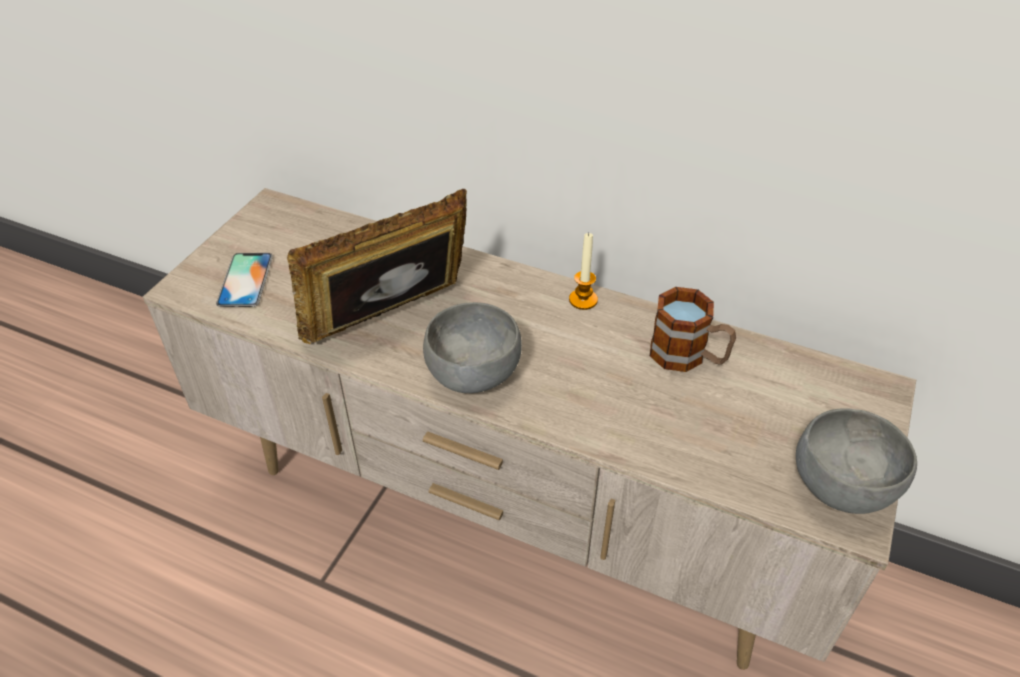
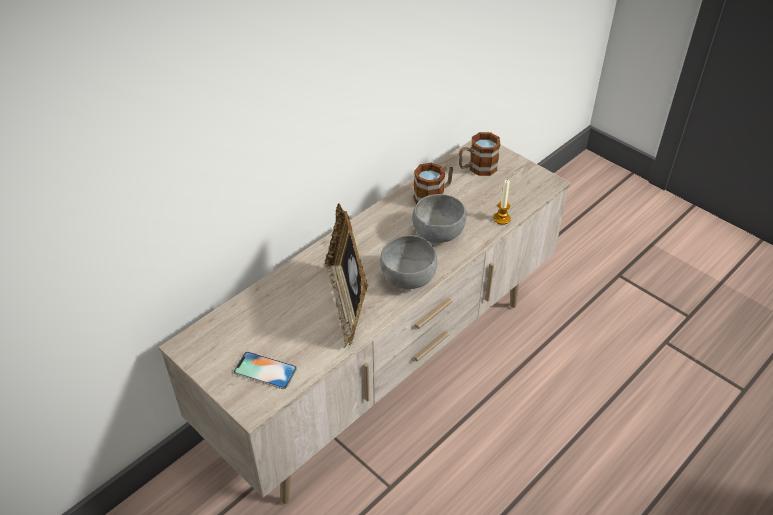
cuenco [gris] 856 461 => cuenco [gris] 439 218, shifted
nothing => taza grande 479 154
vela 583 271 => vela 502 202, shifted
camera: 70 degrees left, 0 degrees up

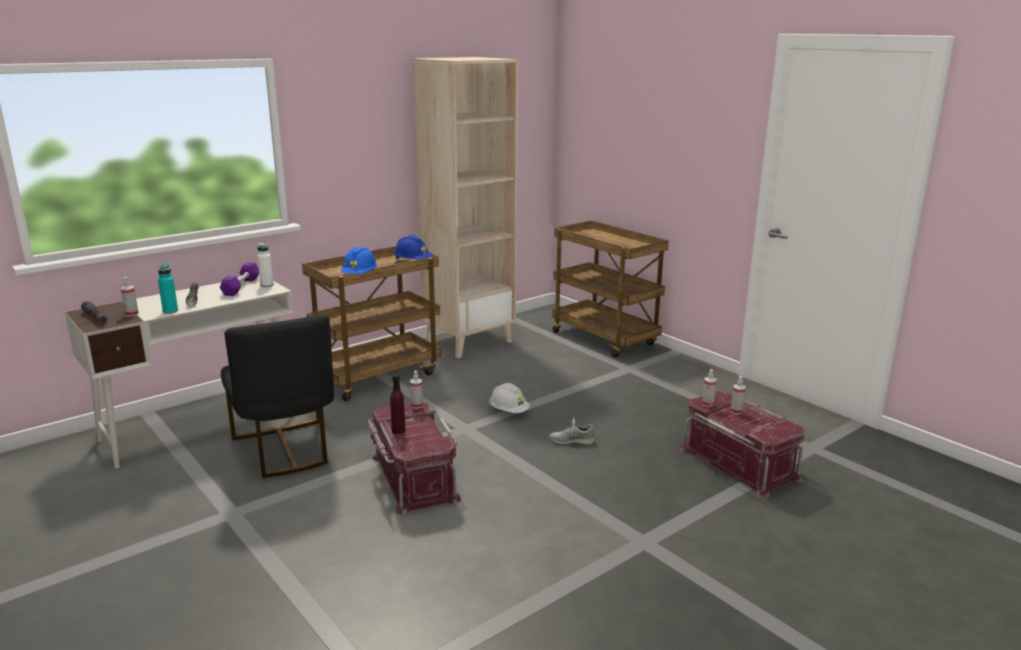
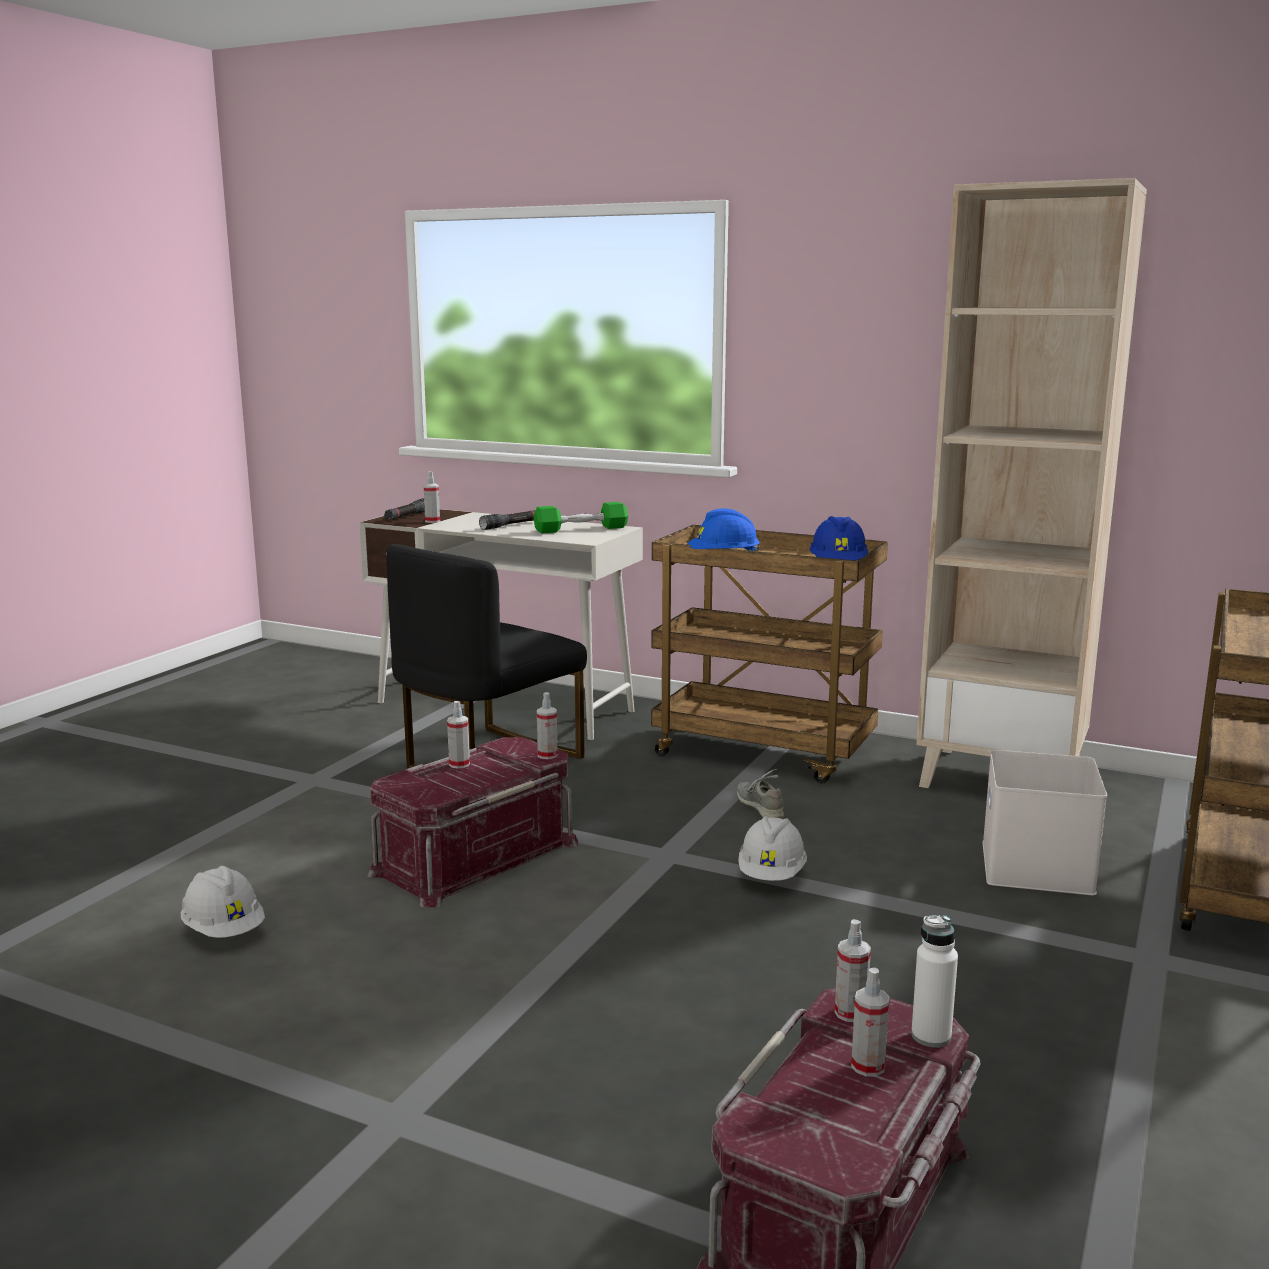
nothing => casco [blanco] 222 902
botella [morado] 397 404 => pulverizador 458 735
mancuerna [morado] 239 279 => mancuerna [verde] 581 517
zapato [gris] 571 431 => zapato [gris] 760 793, shifted
botella [blanco] 265 264 => botella [blanco] 934 981, shifted
nothing => caja de almacenaje [blanco] 1044 823
botella [turquesa] 168 289 => nothing
camera: 65 degrees right, 5 degrees down

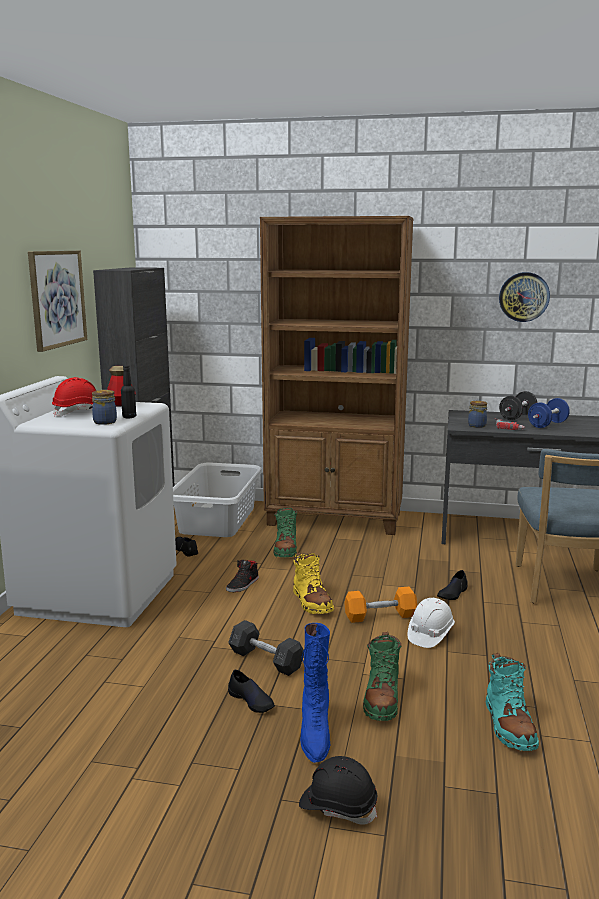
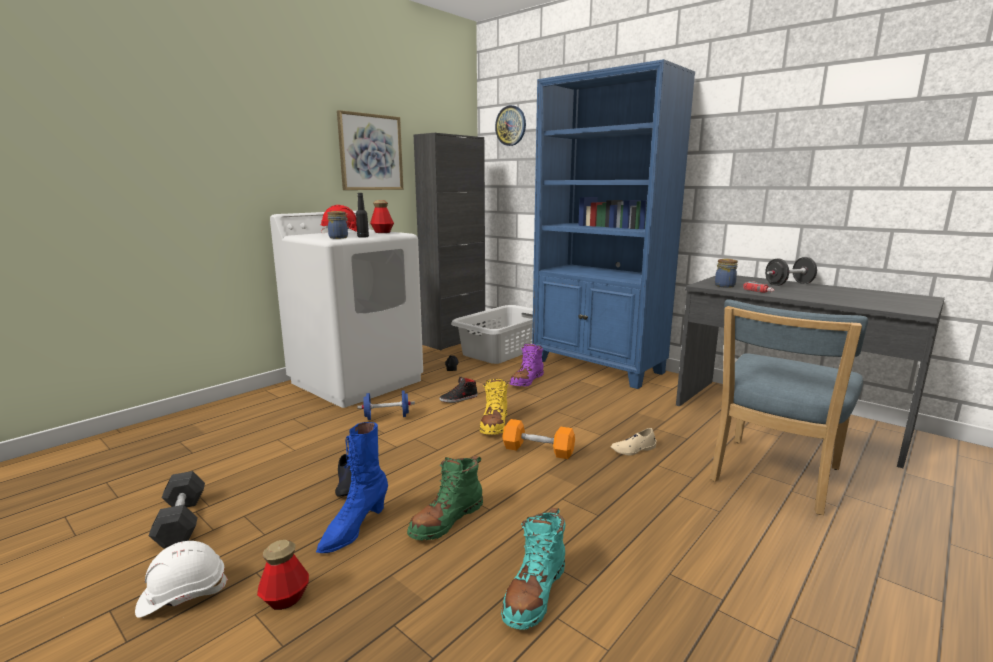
casco [blanco] 431 623 => casco [blanco] 181 579, shifted
mancuerna [gris] 266 648 => mancuerna [gris] 177 510, shifted
casco [negro] 338 790 => botella 283 575
mancuerna [azul] 549 413 => mancuerna [azul] 386 405, shifted
reloj de pared 524 297 => reloj de pared 510 125, shifted
bota [verde] 285 532 => bota [morado] 527 365
estantería [marrón] 336 375 => estantería [azul] 613 224
zapato [negro] 452 585 => zapato [beis] 633 442
camera: 30 degrees right, 0 degrees up

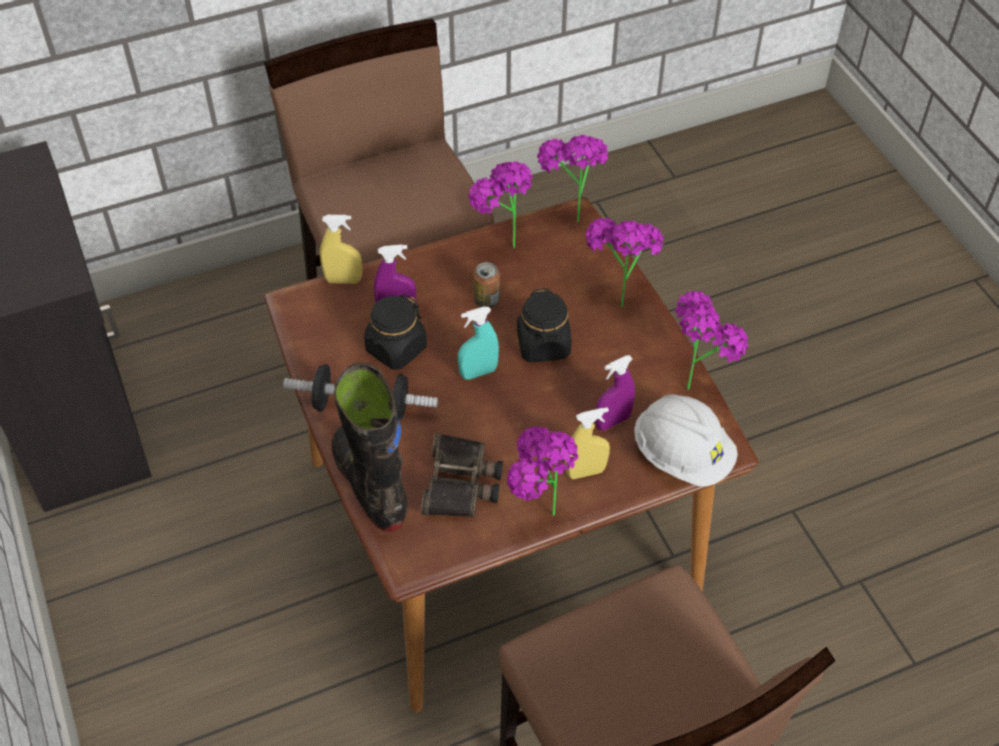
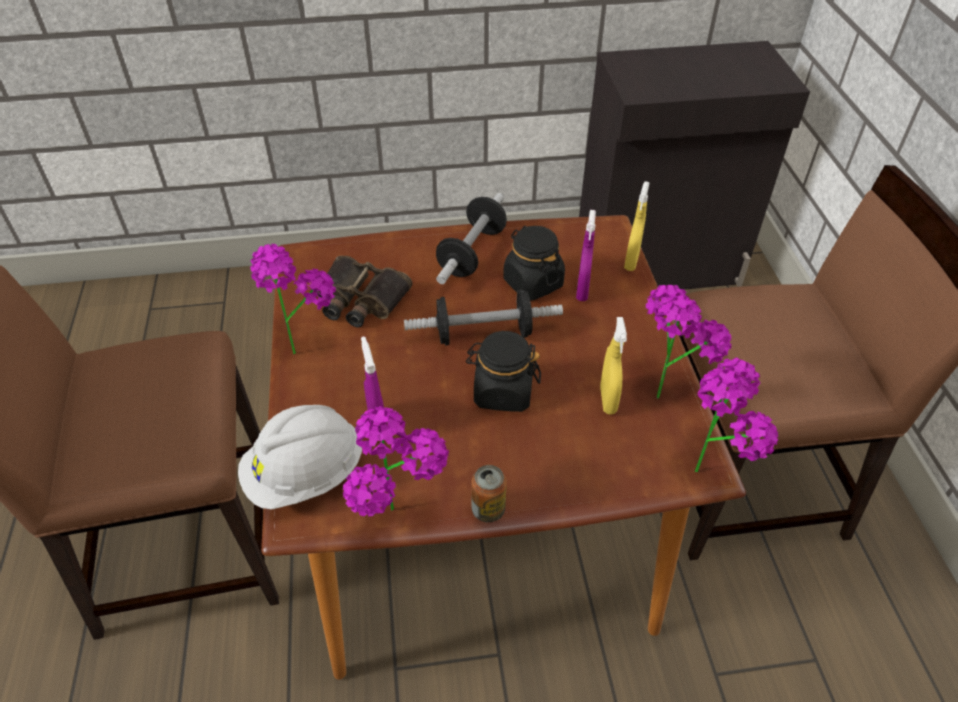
pulverizador [turquesa] 478 343 => mancuerna 483 317
lata 486 285 => lata 489 493, shifted
pulverizador [amarillo] 587 443 => pulverizador [amarillo] 613 366, shifted
bota [negro] 370 447 => nothing
planta en maceta 624 263 => nothing
camera: 105 degrees right, 5 degrees down

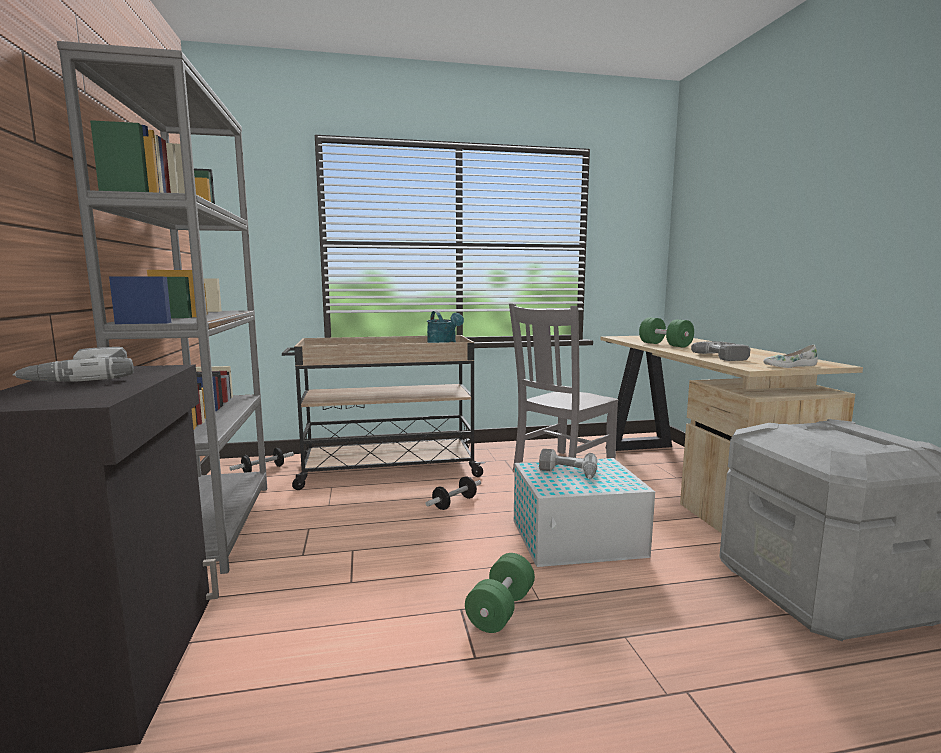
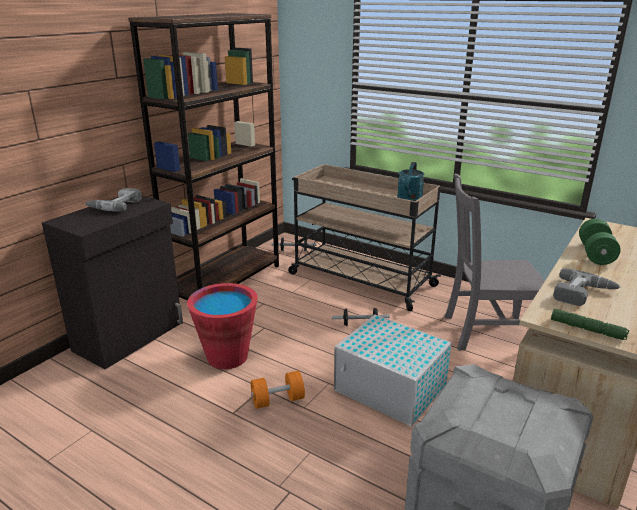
estantería [gris] 162 307 => estantería [marrón] 203 156
nothing => cubo [rojo] 222 326
mancuerna [verde] 500 593 => mancuerna [naranja] 278 390
zapato [blanco] 790 356 => linterna [verde] 590 324
taladro 568 464 => nothing
camera: 45 degrees right, 15 degrees up

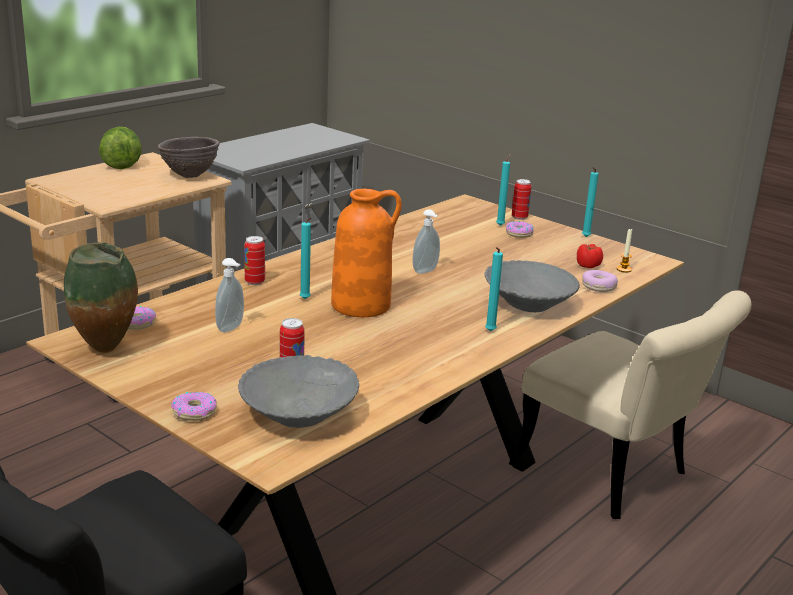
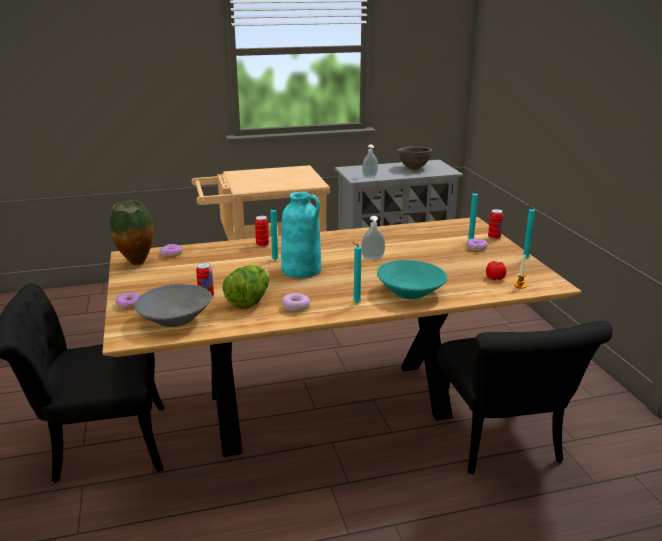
lechuga 120 148 => lechuga 246 287, shifted
florero [naranja] 366 253 => florero [turquesa] 301 235
rosquilla 600 281 => rosquilla 296 302, shifted
dispensador de jabón 229 295 => dispensador de jabón 370 161, shifted
cuenco [gris] 532 286 => cuenco [turquesa] 412 279
cuenco [marrón] 189 157 => cuenco [marrón] 414 158, shifted
silla [beis] 630 404 => silla [negro] 522 397
camera: 35 degrees right, 0 degrees up

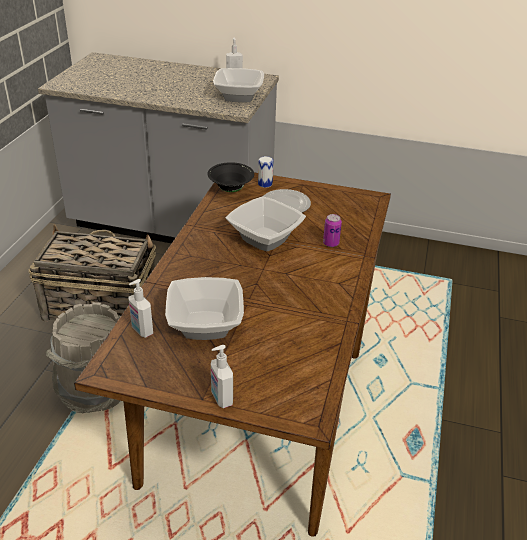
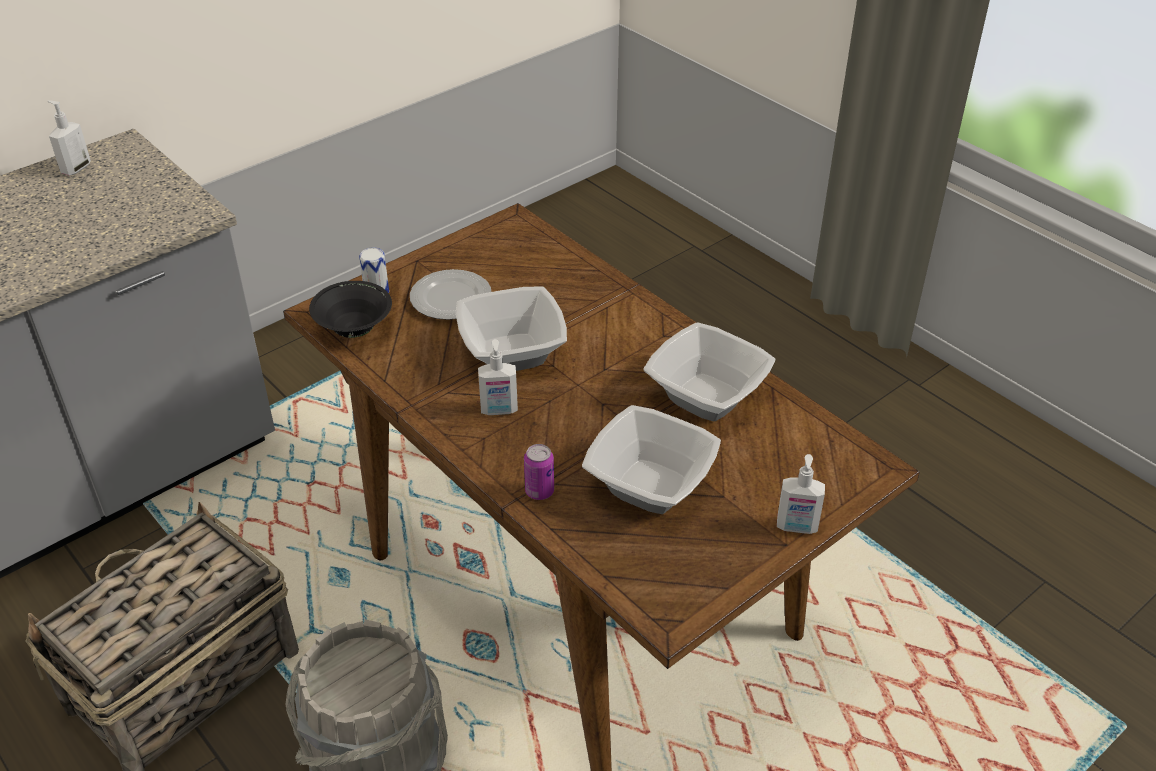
dispensador de jabón 141 308 => dispensador de jabón 498 377, shifted
lata 332 230 => lata 539 472, shifted
cuenco 238 85 => cuenco 709 371, shifted
camera: 55 degrees left, 5 degrees up

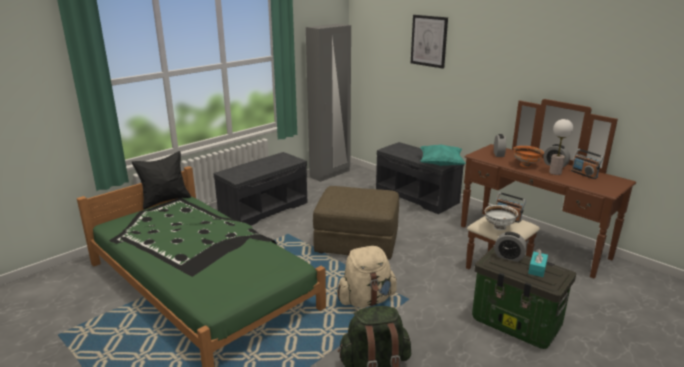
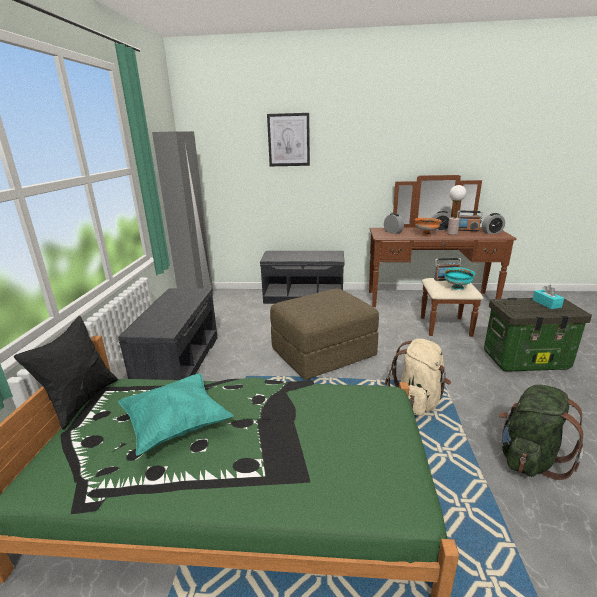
cojín [turquesa] 443 155 => cojín [turquesa] 176 414, shifted
cuenco [blanco] 501 217 => cuenco [turquesa] 459 278
despertador 510 247 => despertador 493 223, shifted
camera: 40 degrees left, 0 degrees up

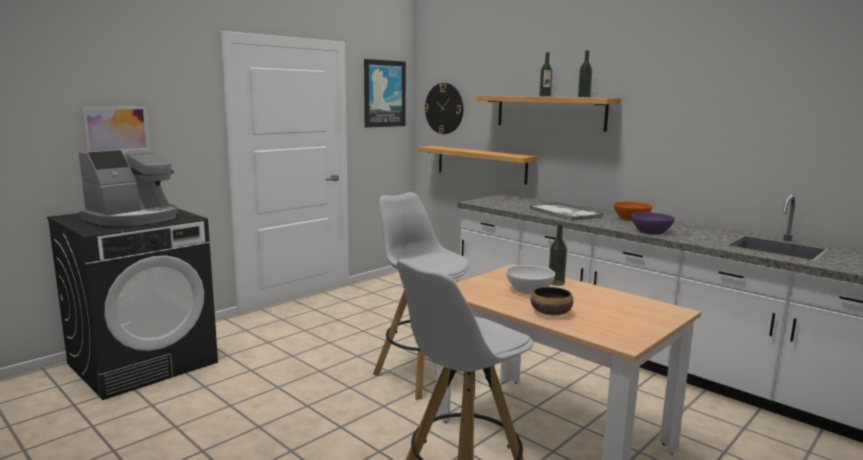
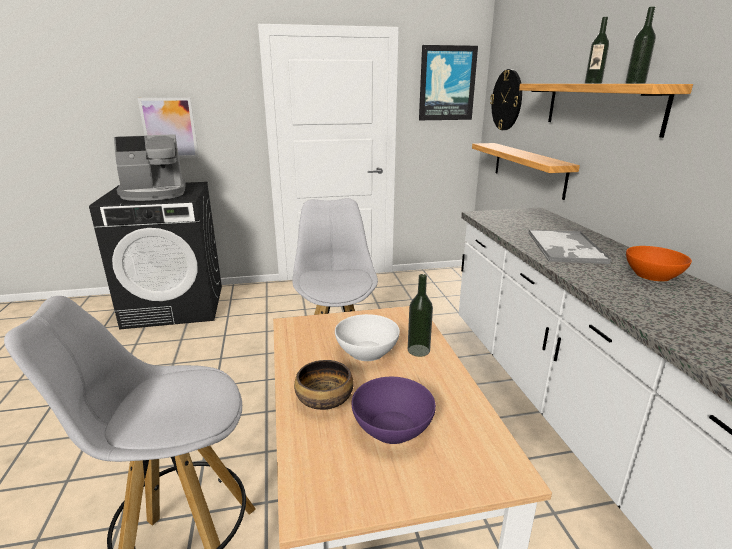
cuenco [morado] 653 223 => cuenco [morado] 393 410, shifted
camera: 35 degrees right, 10 degrees up

